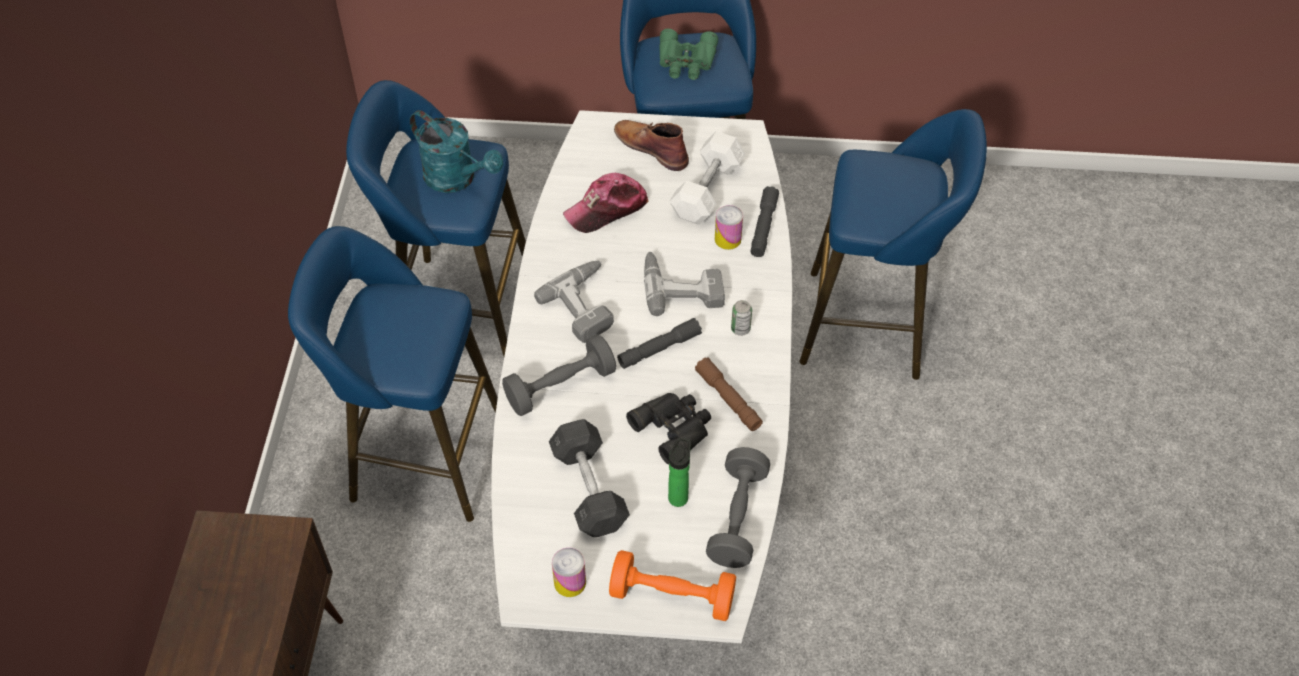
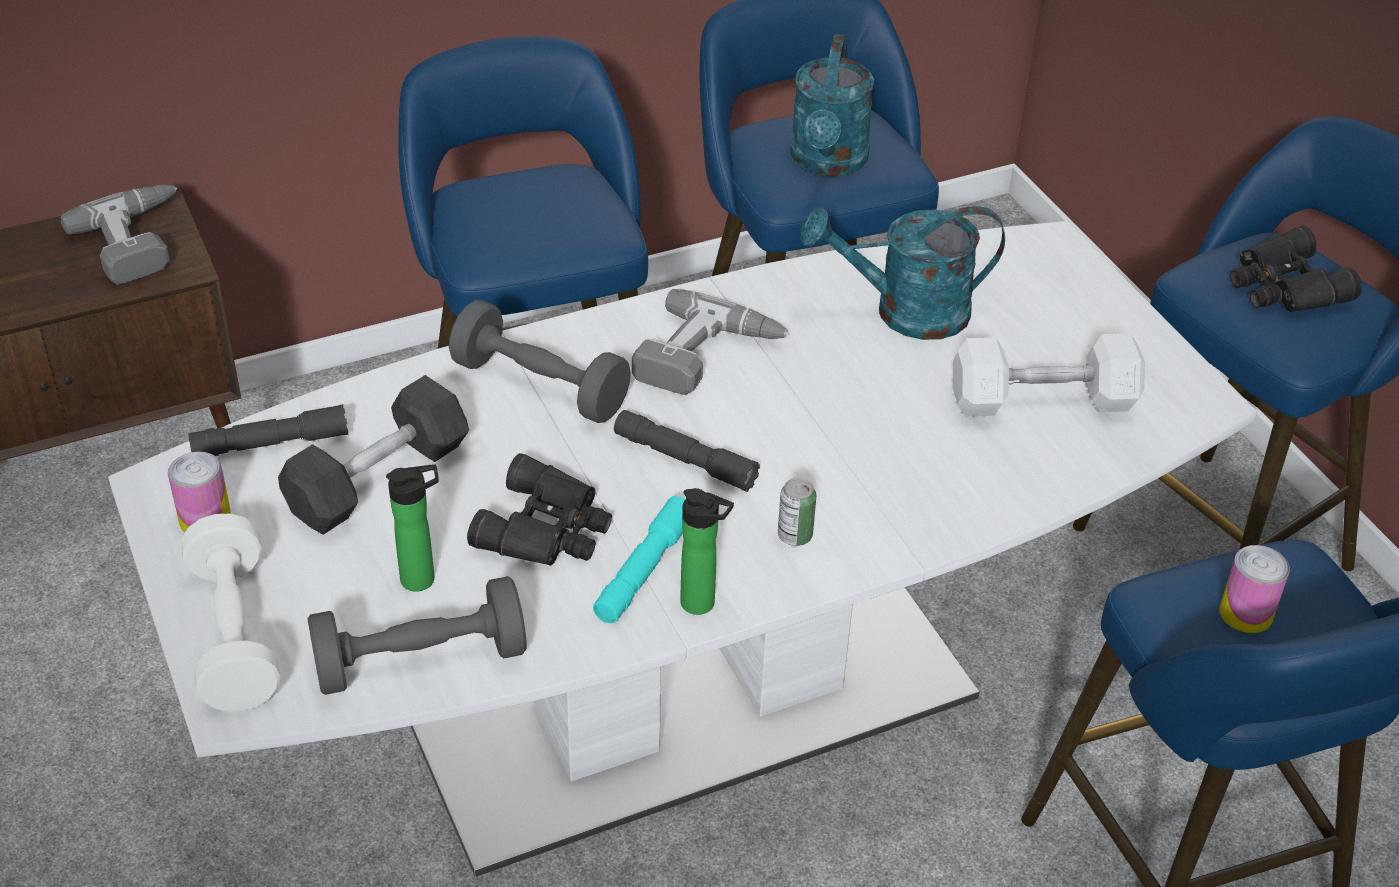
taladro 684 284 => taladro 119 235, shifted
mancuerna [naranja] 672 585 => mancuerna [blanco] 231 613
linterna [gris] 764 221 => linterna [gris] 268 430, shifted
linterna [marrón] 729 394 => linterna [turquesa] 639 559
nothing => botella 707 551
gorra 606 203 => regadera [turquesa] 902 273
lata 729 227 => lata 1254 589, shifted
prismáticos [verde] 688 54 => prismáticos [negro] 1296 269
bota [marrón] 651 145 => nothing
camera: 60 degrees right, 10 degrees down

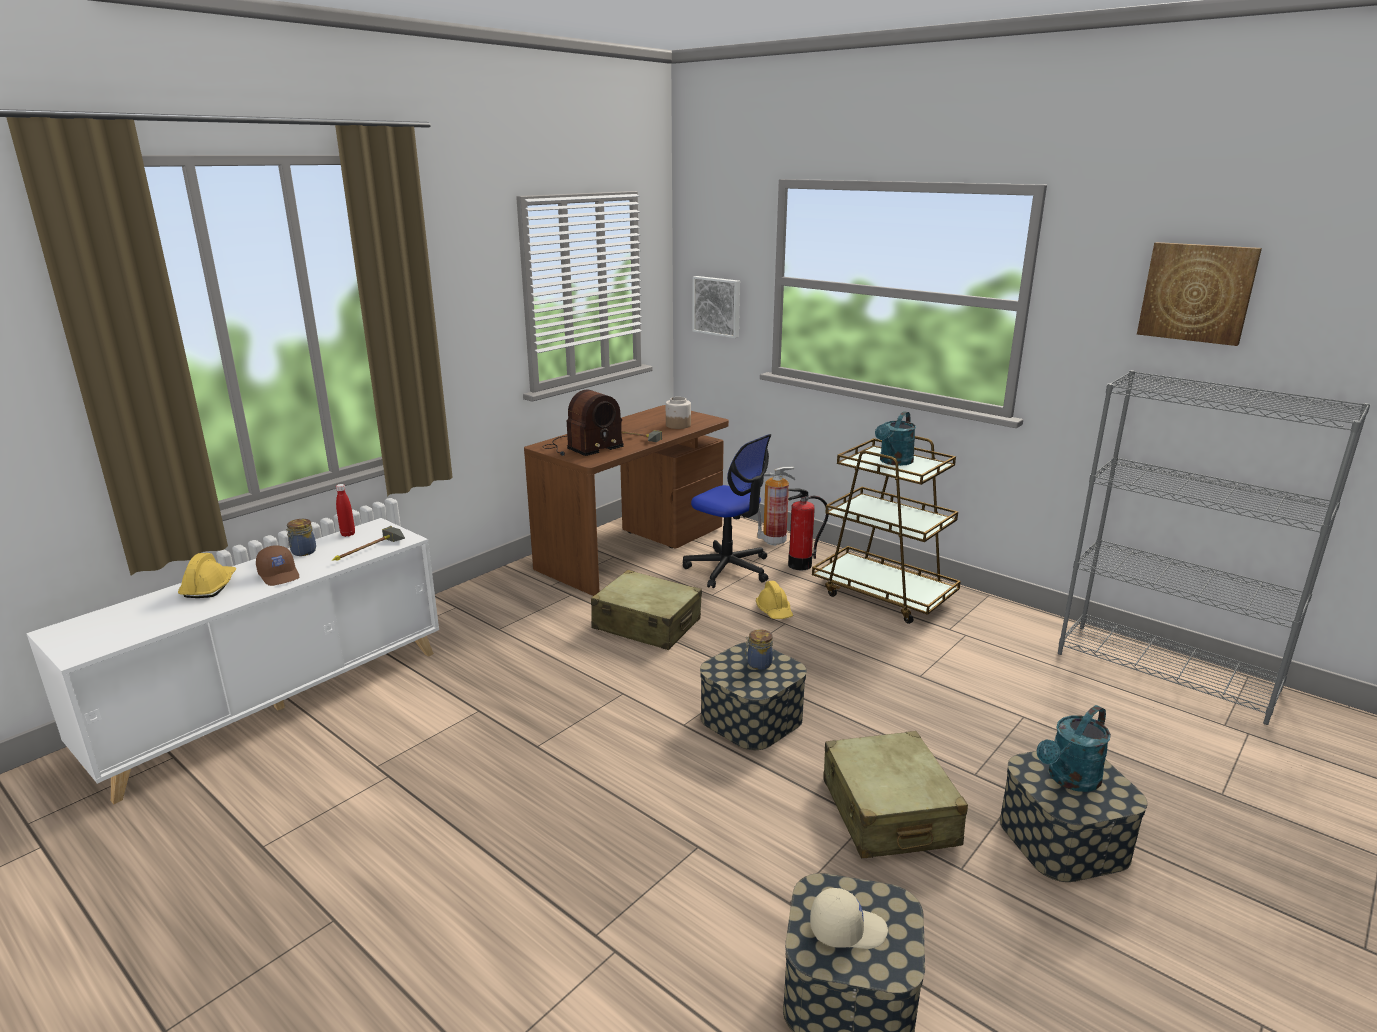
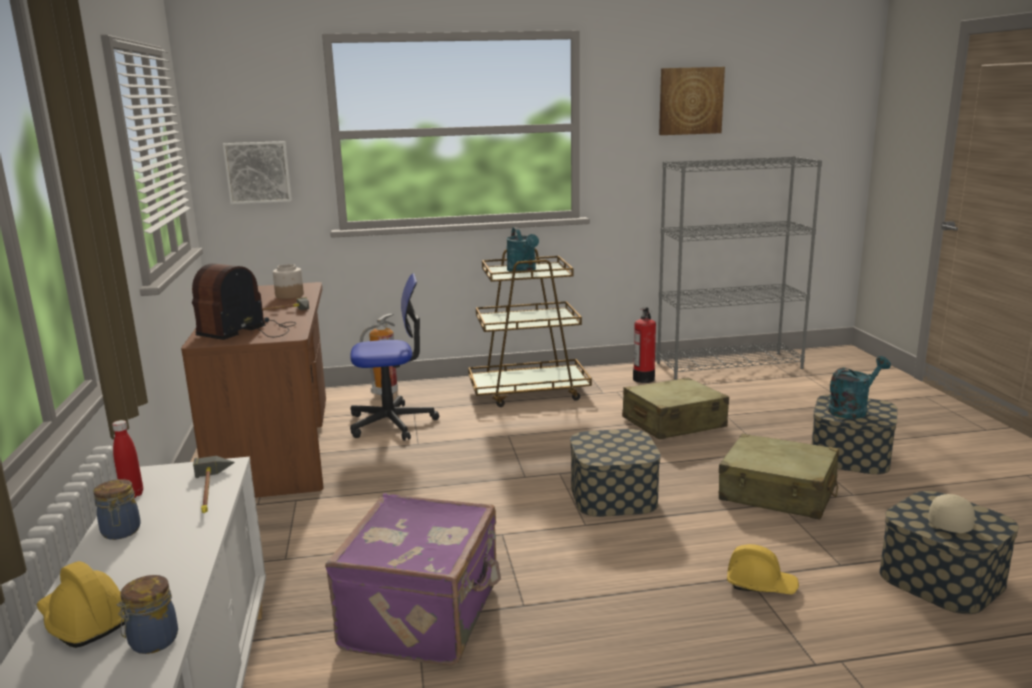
tarro 759 649 => tarro 147 614, shifted
radio 583 423 => radio 244 301, 150 degrees counterclockwise
nothing => maleta [morado] 413 579
maleta [beis] 646 610 => maleta [beis] 675 408, shifted
extintor 808 529 => extintor 644 345, shifted
casco [amarillo] 774 600 => casco [amarillo] 763 569, shifted
regadera [turquesa] 1074 748 => regadera [turquesa] 859 387, 120 degrees counterclockwise
gorra [marrón] 277 565 => nothing
camera: 50 degrees left, 5 degrees down

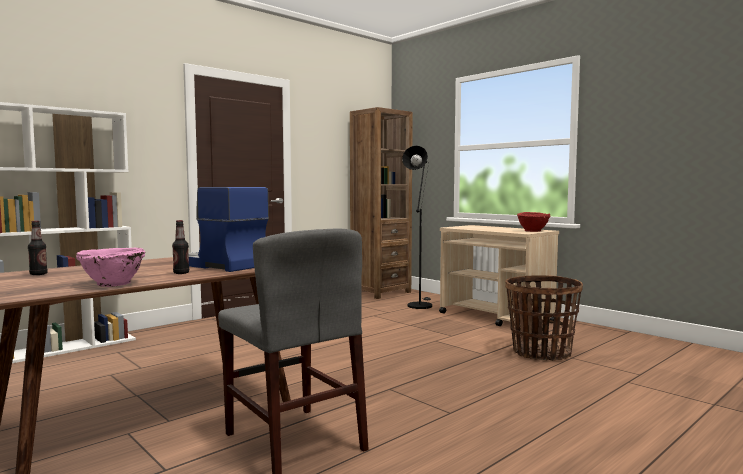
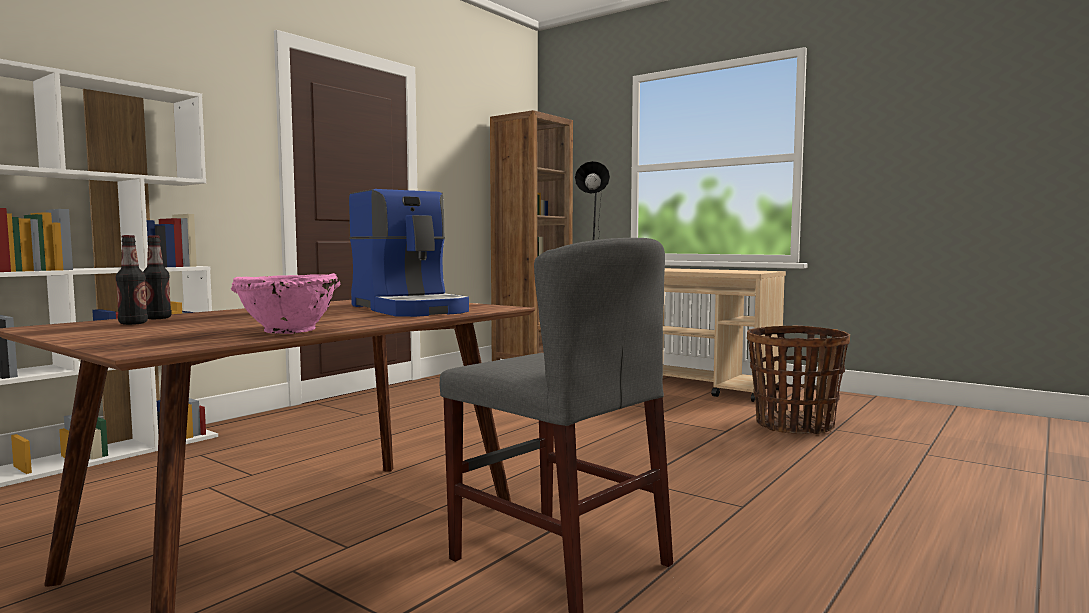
botella 180 247 => botella 157 277, shifted
cafetera 229 229 => cafetera 409 253, 150 degrees counterclockwise
cuenco [rojo] 534 222 => nothing
camera: 10 degrees left, 0 degrees up

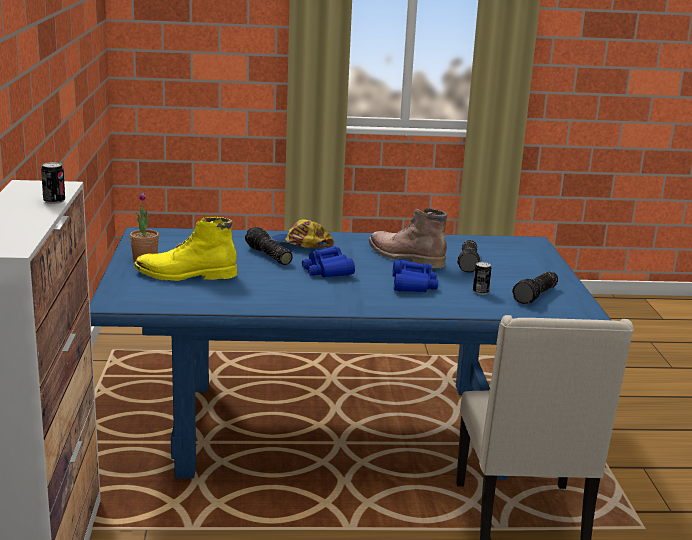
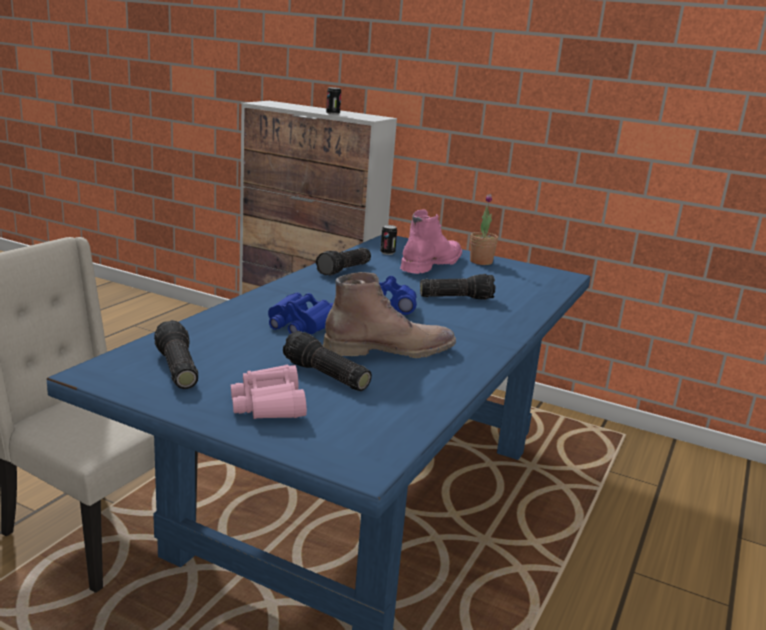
nothing => prismáticos [rosa] 269 392
nothing => linterna 343 261
lata 482 278 => lata 388 240, shifted
bota [amarillo] 185 249 => bota [rosa] 431 241
gorra 303 233 => nothing
camera: 120 degrees right, 0 degrees up

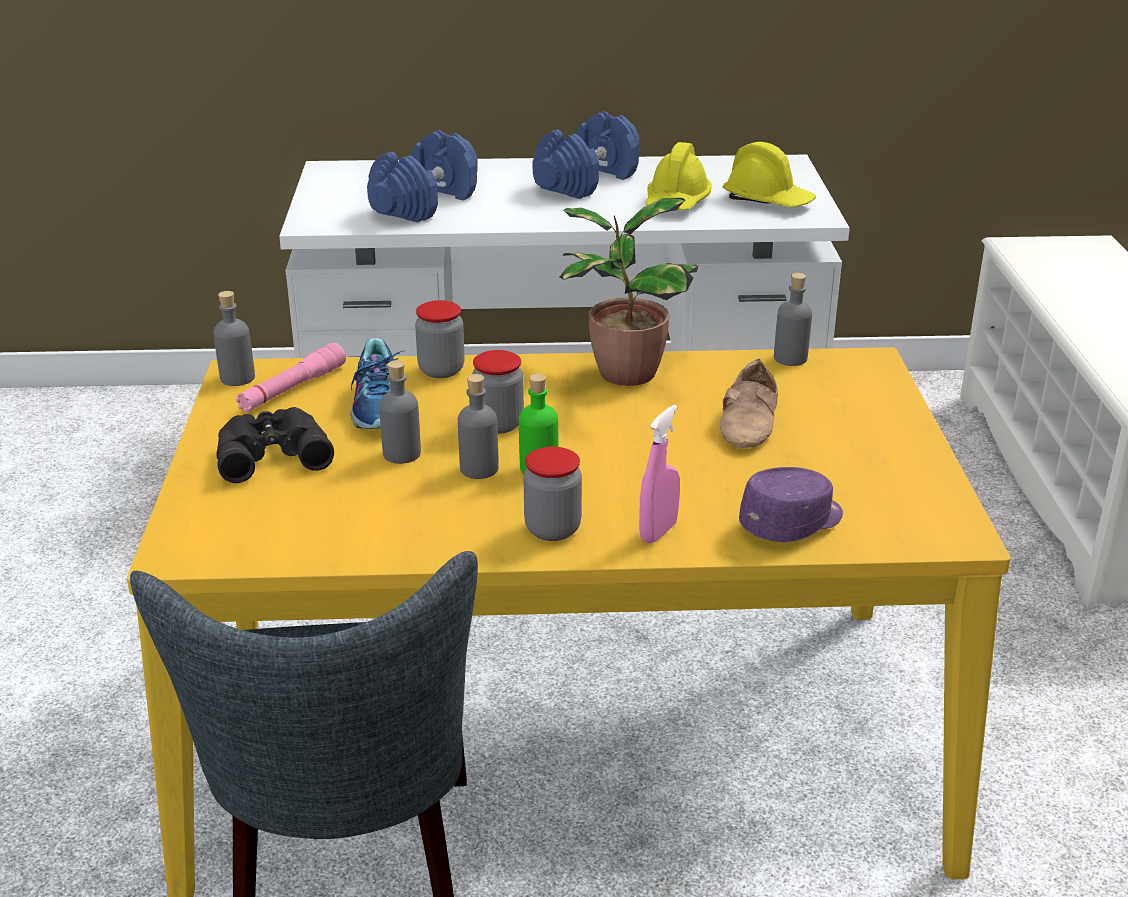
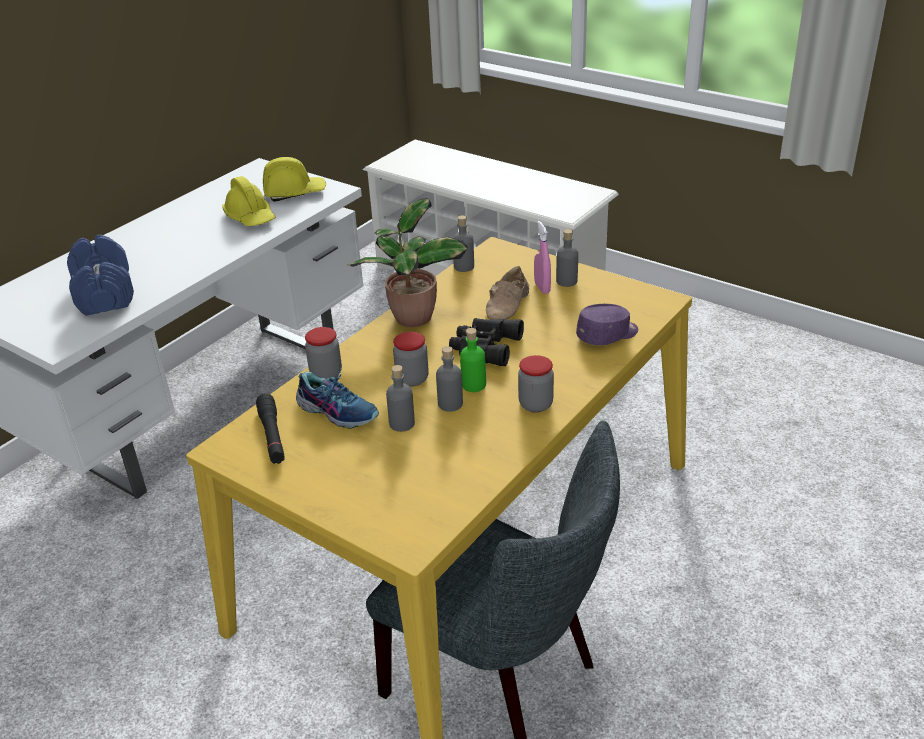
linterna [rosa] 291 377 => linterna [negro] 270 428
prismáticos [negro] 275 445 => prismáticos [negro] 486 342, shifted
zapato [beis] 749 403 => zapato [beis] 507 293, 60 degrees clockwise
pulverizador [rosa] 659 474 => pulverizador [rosa] 542 257, shifted
botella [gris] 234 338 => botella [gris] 567 258, shifted
gorra [morado] 791 504 => gorra [morado] 607 325, 60 degrees clockwise
mancuerna [azul] 586 155 => nothing
camera: 50 degrees left, 5 degrees up

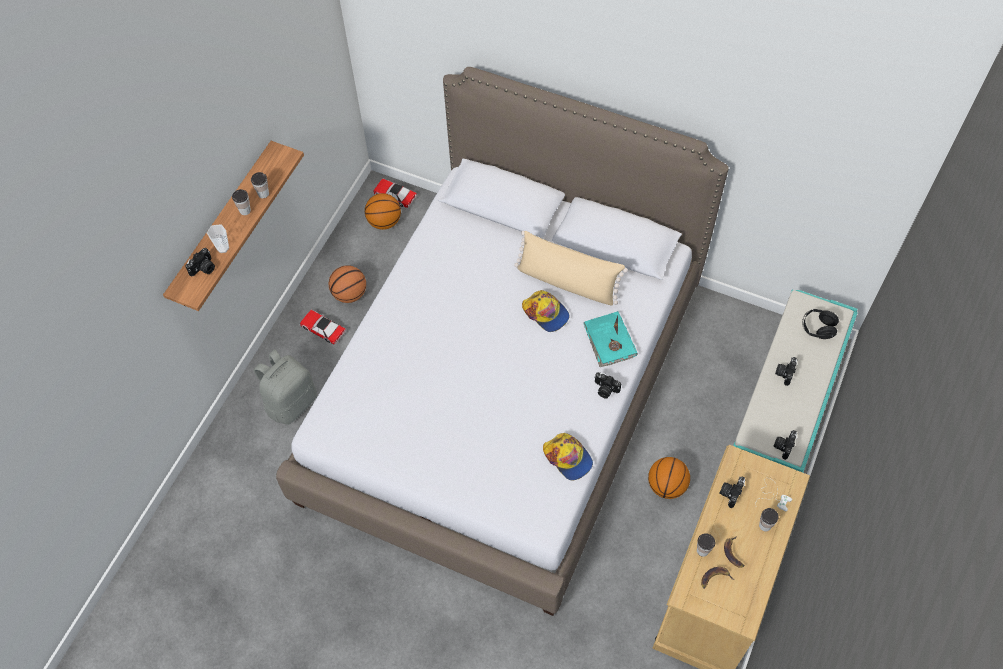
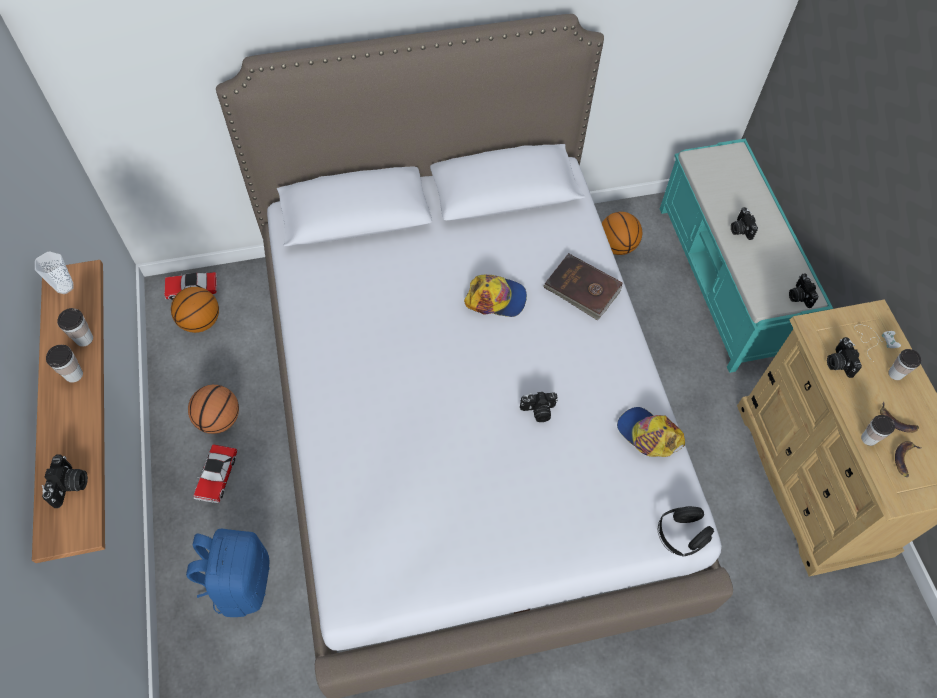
taza 218 238 => taza 54 272, shifted
mochila [gris] 285 387 => mochila [azul] 228 573
coche de juguete 323 327 => coche de juguete 215 474, 75 degrees counterclockwise
cámara 607 385 => cámara 539 407, shifted
libro [turquesa] 610 339 => libro [marrón] 582 286
balón de baloncesto 669 478 => balón de baloncesto 622 233, shifted
gorra 568 456 => gorra 651 432, 150 degrees counterclockwise
auriculares [negro] 820 324 => auriculares [negro] 686 531, shifted
cojín [beis] 571 268 => nothing
camera: 40 degrees left, 0 degrees up

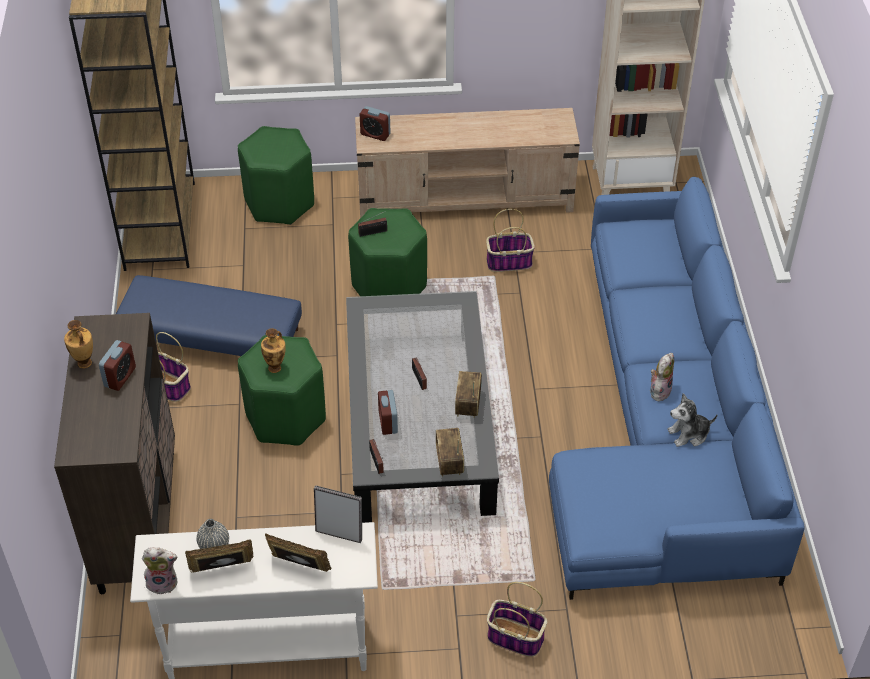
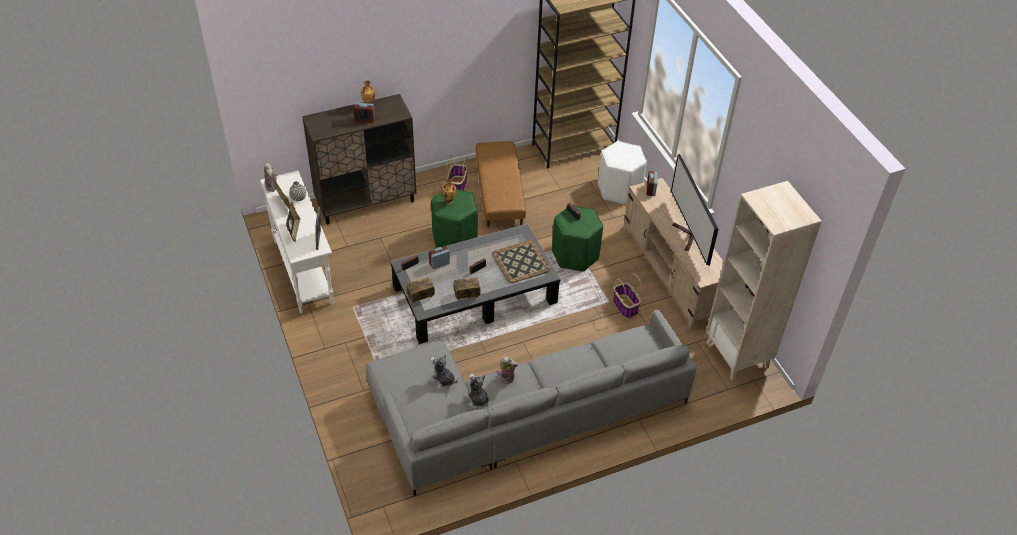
sofá [azul] 676 388 => sofá [gris] 531 403
nothing => peluche 443 371
puf [azul] 209 315 => puf [marrón] 501 184
nothing => bandeja 521 261
taburete [verde] 276 175 => taburete [blanco] 622 173
nothing => televisor 695 210
cesta 517 619 => nothing
camera: 70 degrees right, 0 degrees up

